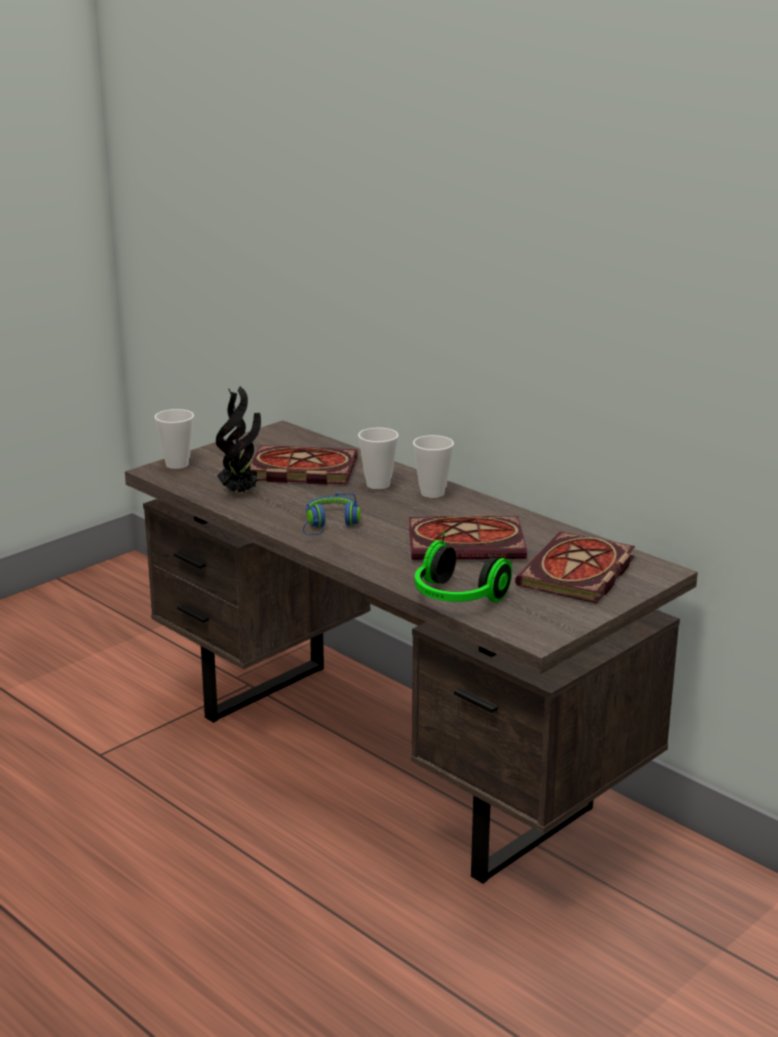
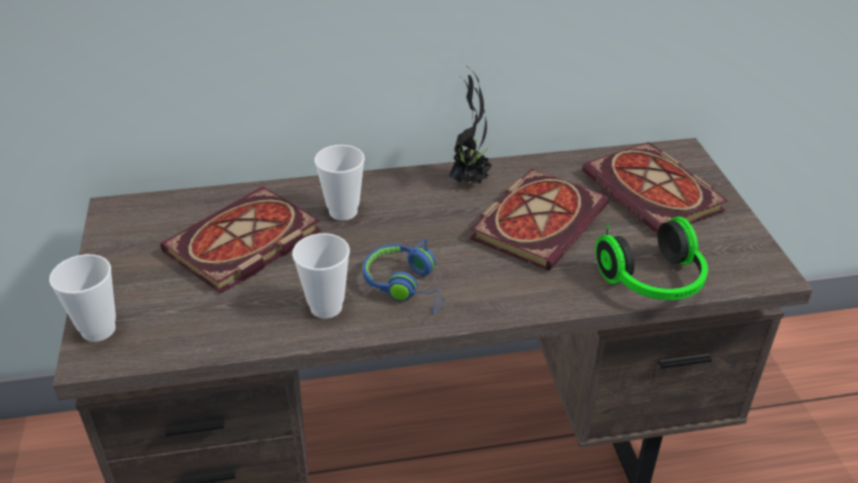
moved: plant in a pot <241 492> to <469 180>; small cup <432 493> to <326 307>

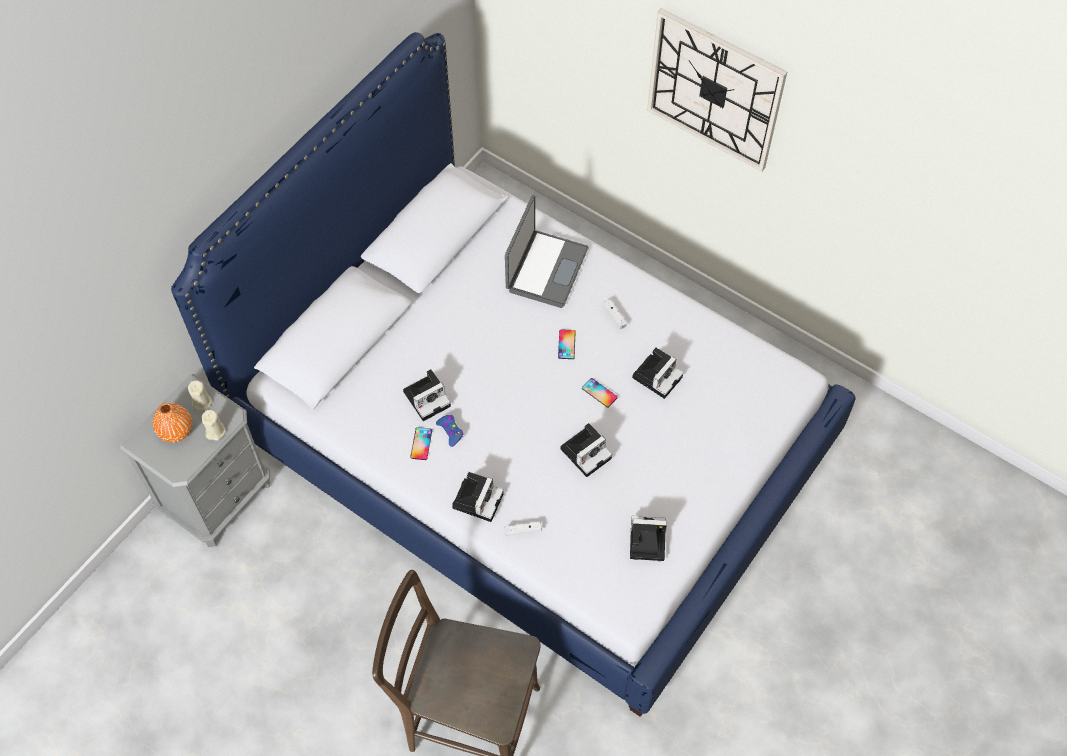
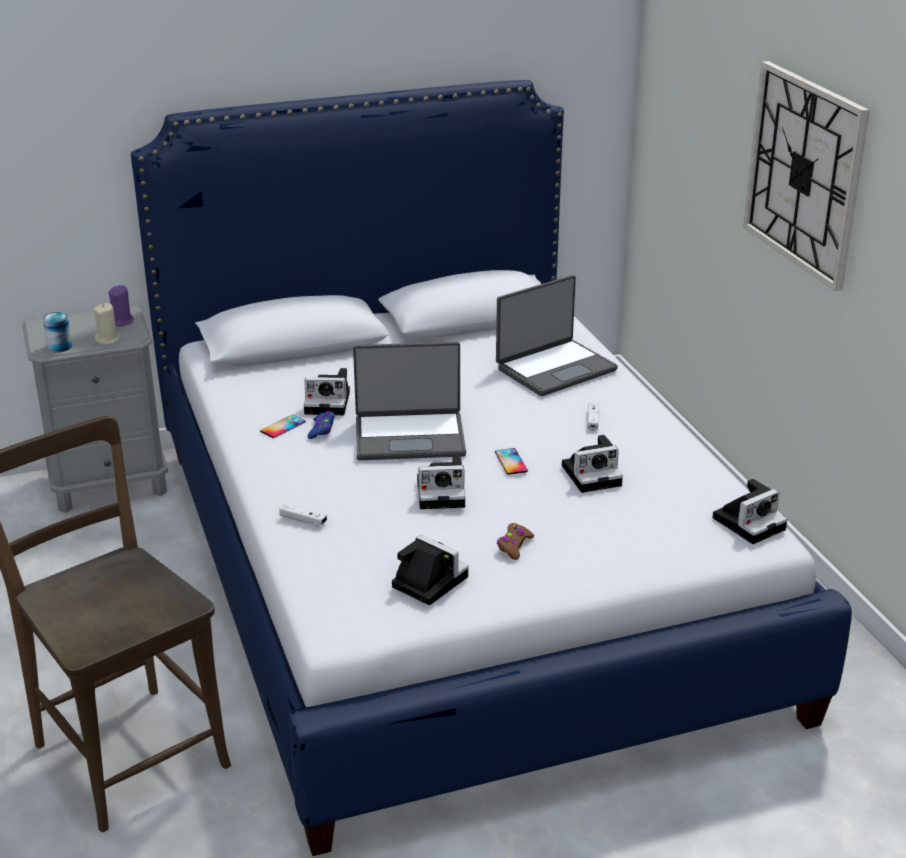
removed: orangey vase <176 431>; phone <566 344>
added: can <59 346>; laptop <410 437>; brown-coloured gamepad <514 546>
moved: still camera <478 499> to <750 522>
recoloured: sand-coloured wax light <201 402> to purple wax light <122 321>

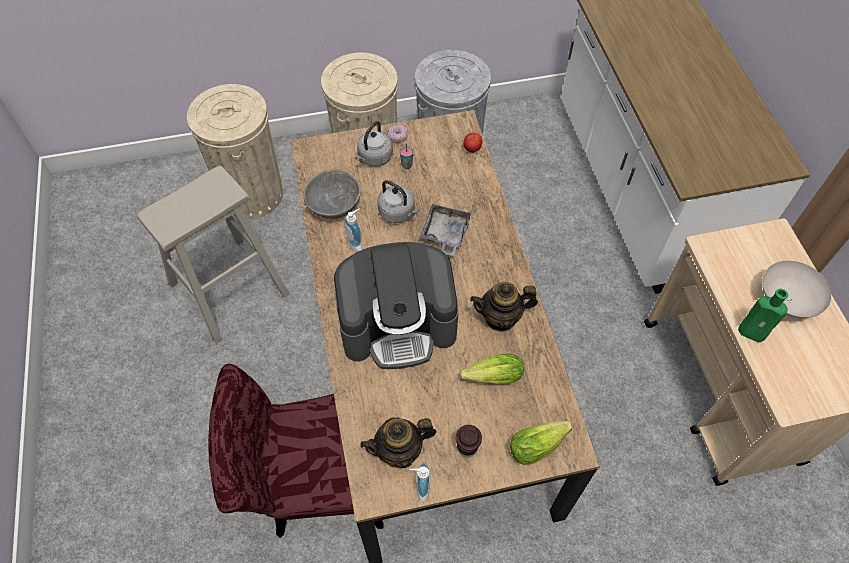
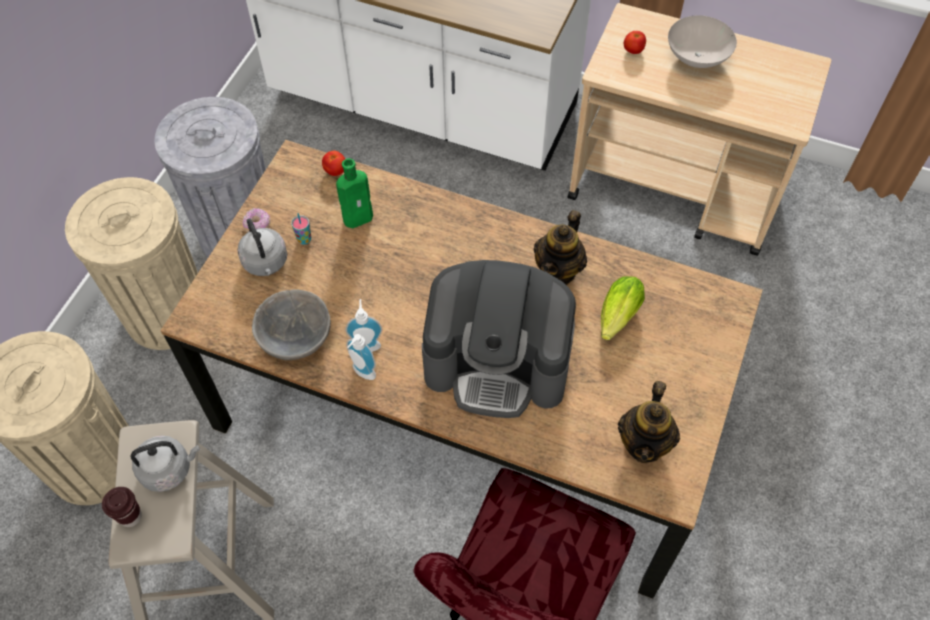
removed: greyish tray <445 234>; lettuce head <540 444>
added: fresh tomato <633 50>
moved: greyish tea kettle <398 213> to <169 469>; soap bottle <420 489> to <362 373>; brown-coloured small cup <467 449> to <130 516>; green-coloured beverage bottle <753 333> to <360 217>
turned: coffee maker <398 324> = <498 362> 75 degrees clockwise

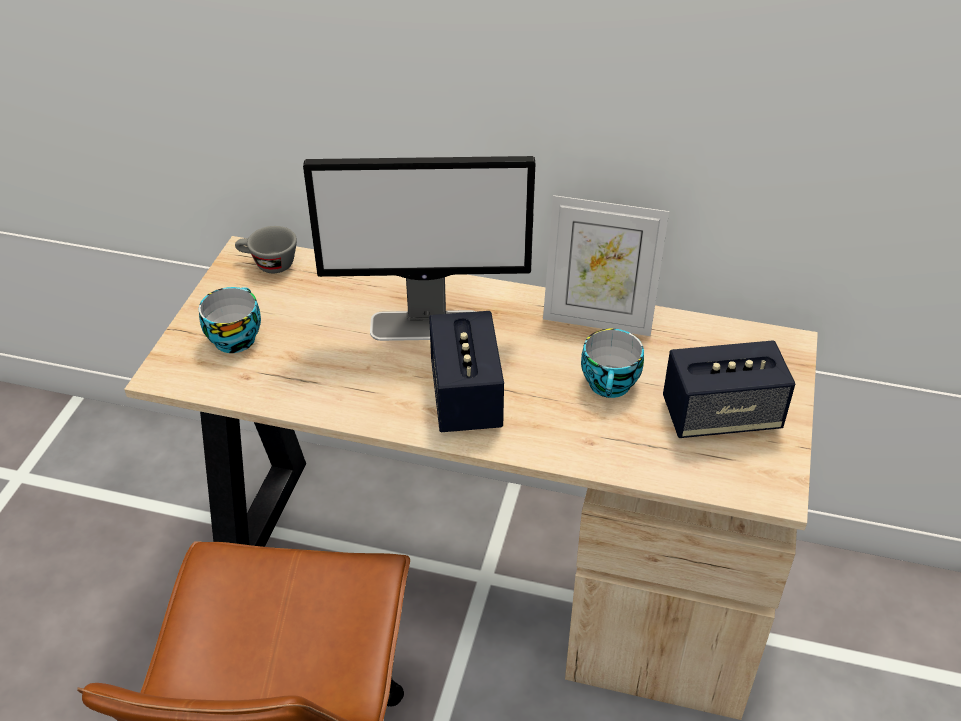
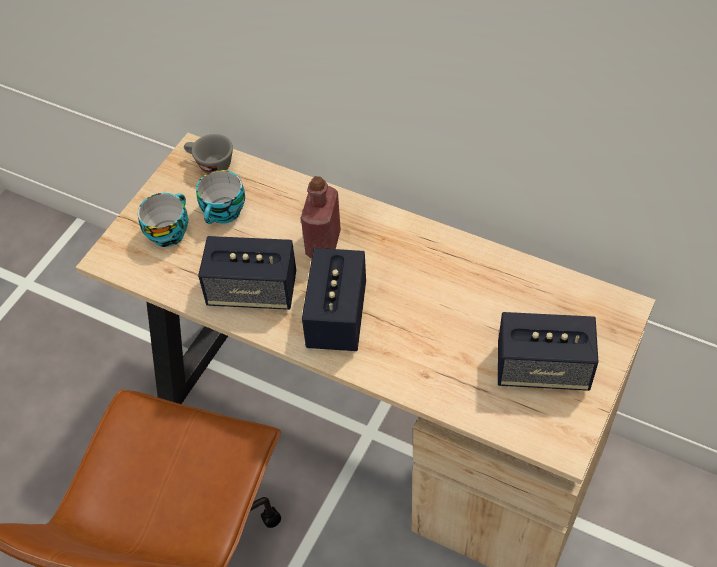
removed: photo frame <598 320>
added: audio speaker <252 291>
moved: small cup <611 385> to <224 213>
replaced: computer screen <427 325> to red beverage bottle <323 243>

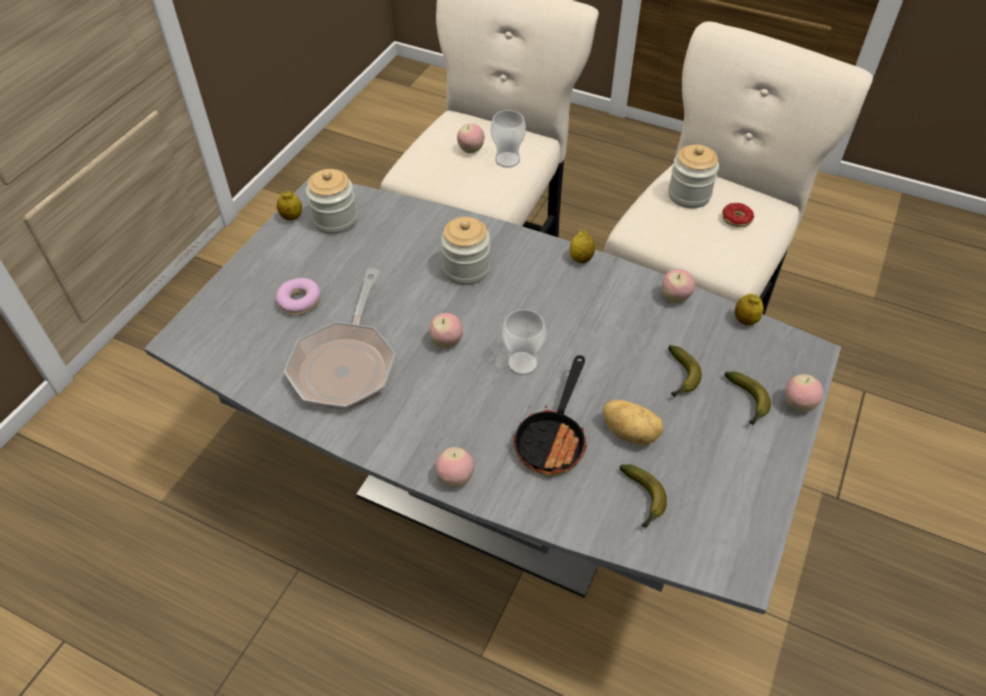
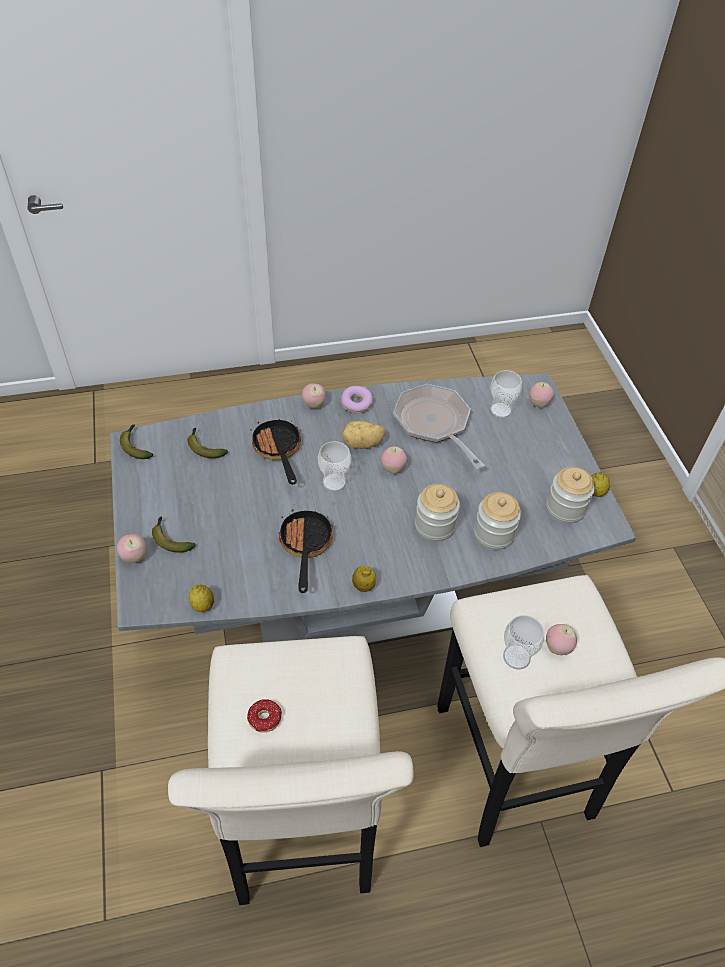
added: frying pan <305 546>; small cup <501 410>
moved: donut <300 301> to <356 403>; whole potato <631 431> to <363 444>; apple fruit <675 297> to <538 404>; jar <689 195> to <493 534>; banana <680 377> to <135 445>

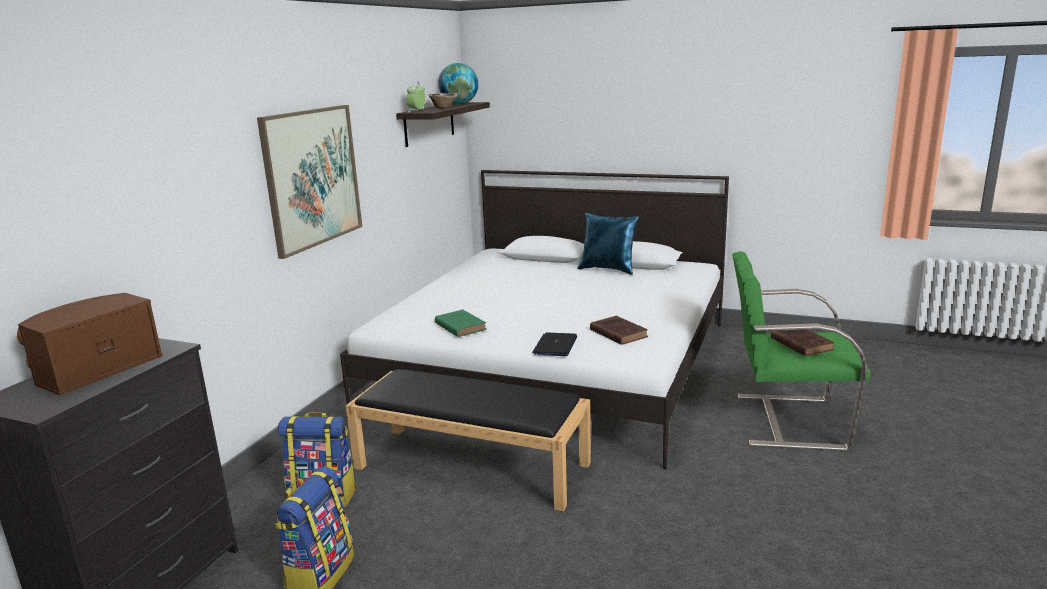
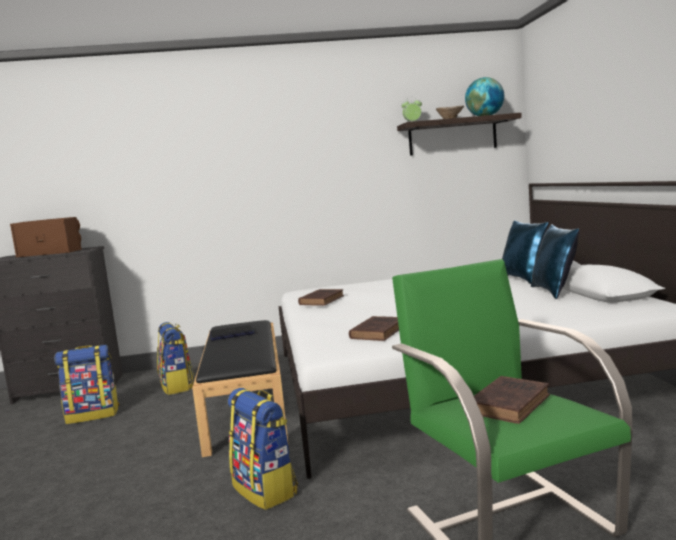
removed: picture <312 177>
added: rucksack <266 490>; blue-coloured cushion <524 279>
moved: laptop <555 345> to <232 334>
recoloured: green-coloured volume <459 326> to brown-coloured volume <322 300>

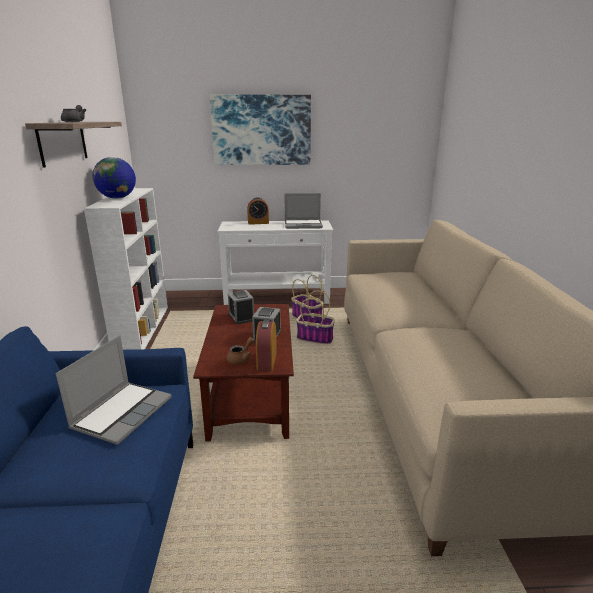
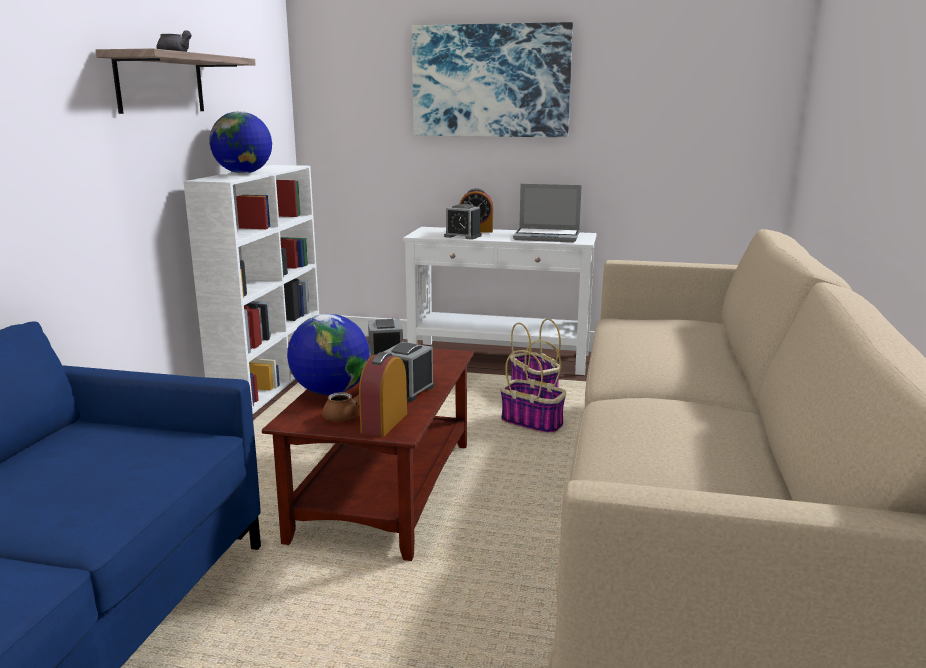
removed: laptop <122 412>
added: desk globe <330 392>; table clock <462 236>

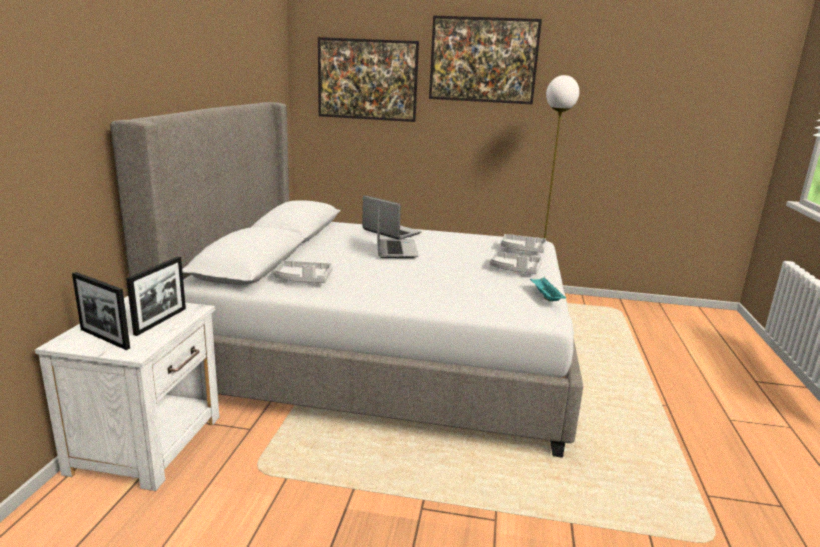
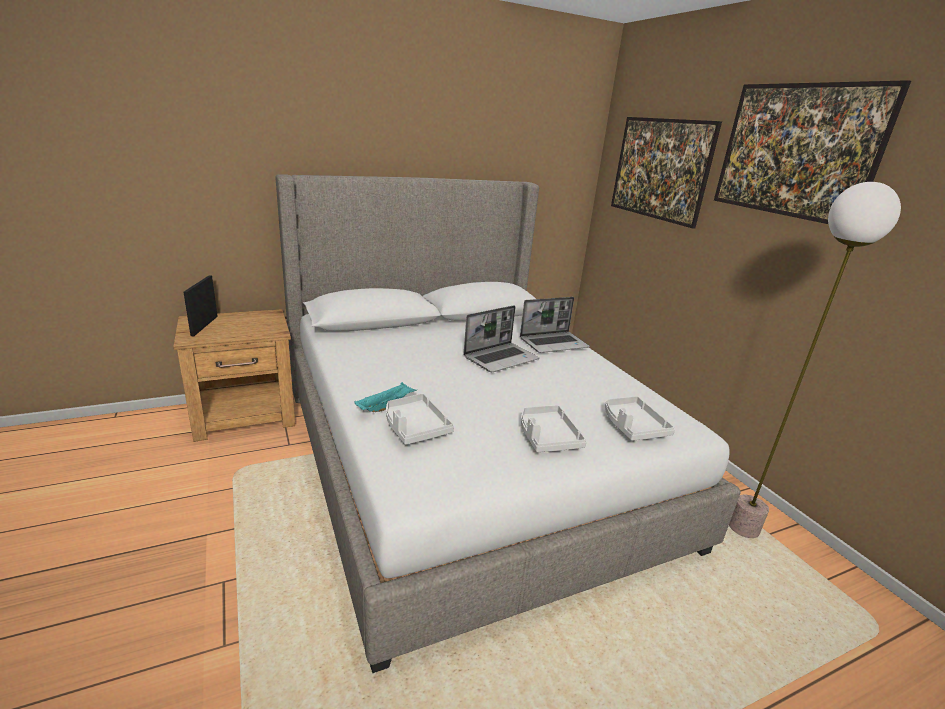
removed: photo frame <161 321>
moved: greyish tray <303 279> to <414 427>; blue-green tray <545 297> to <386 406>
recoloured: white bedside table <149 443> to brown-coloured bedside table <246 415>
turned: laptop <390 232> = <554 343> 60 degrees clockwise

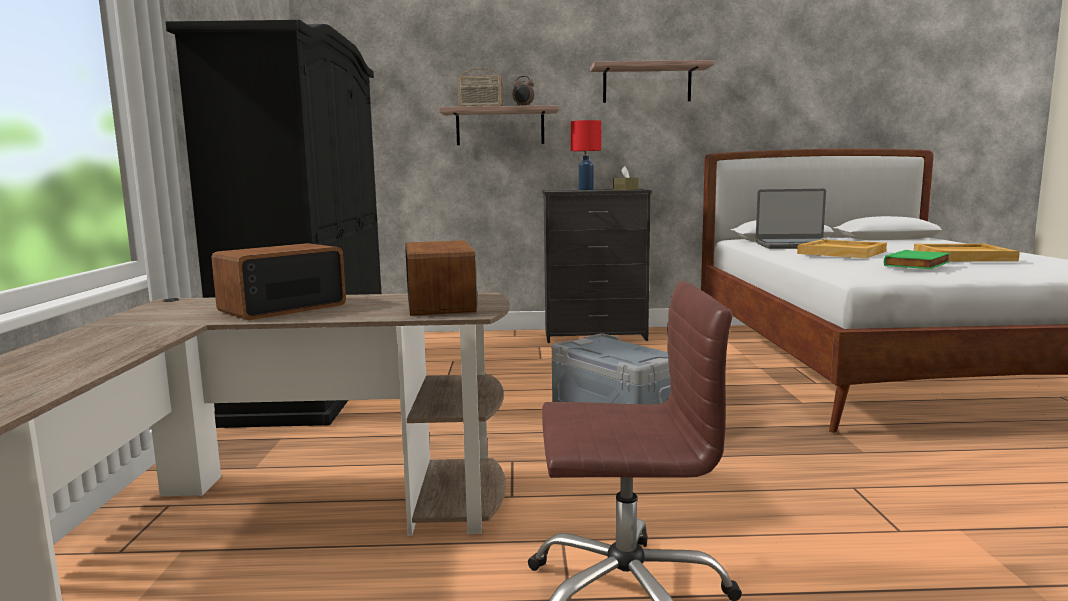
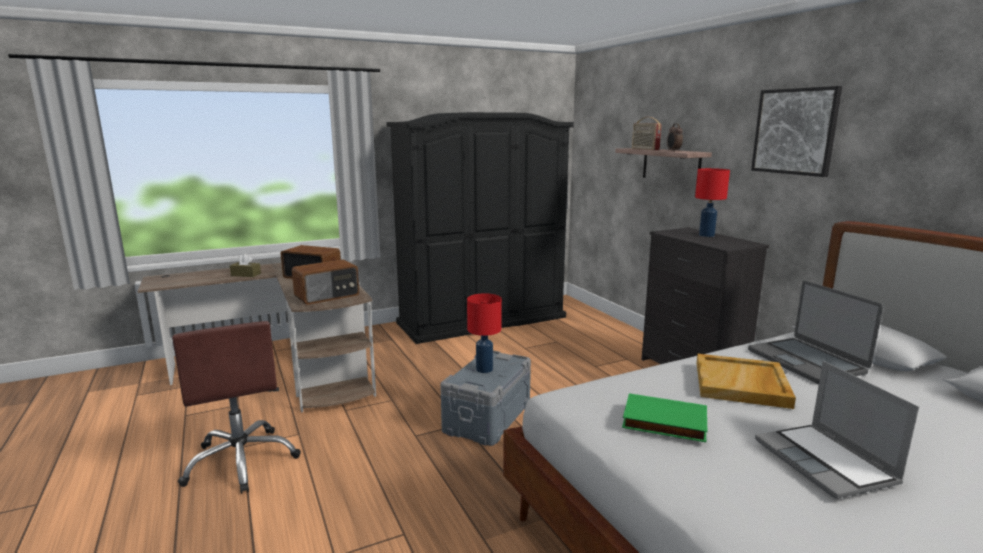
added: red lamp for a table <484 369>
moved: brown-coloured box of tissues <625 189> to <246 274>
replaced: bracket shelf <647 84> to picture <795 131>; sand-coloured tray <963 256> to laptop <826 463>

